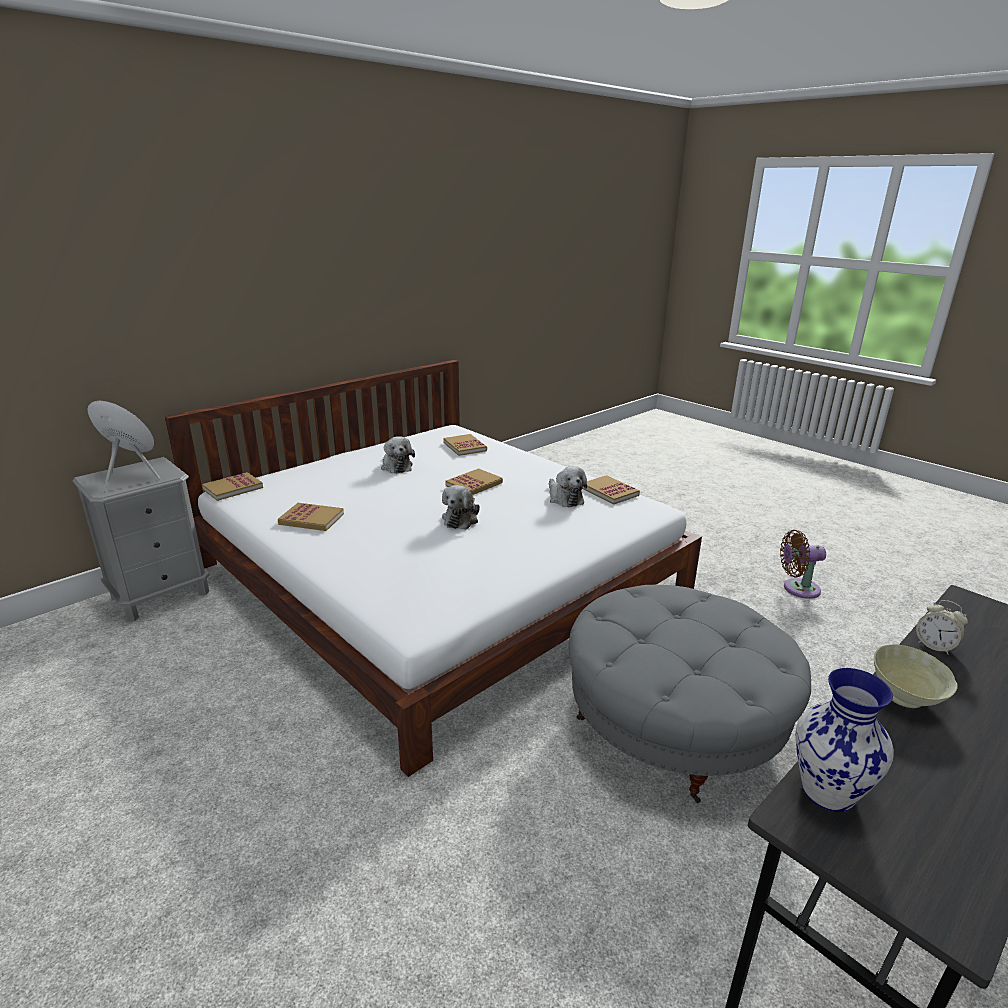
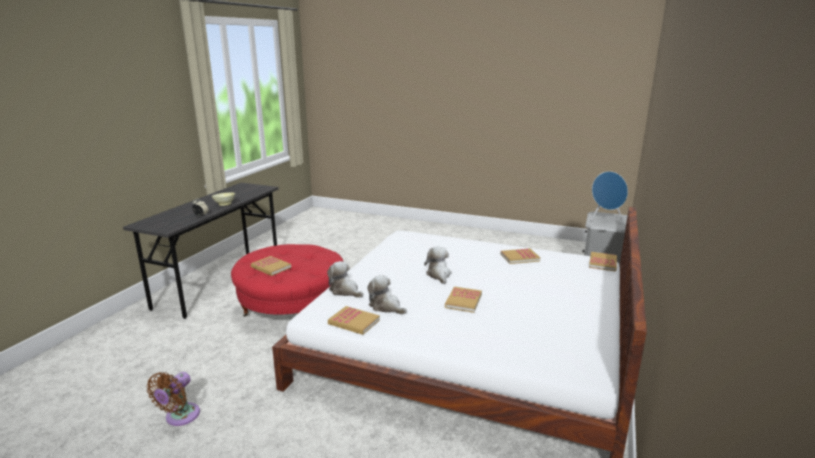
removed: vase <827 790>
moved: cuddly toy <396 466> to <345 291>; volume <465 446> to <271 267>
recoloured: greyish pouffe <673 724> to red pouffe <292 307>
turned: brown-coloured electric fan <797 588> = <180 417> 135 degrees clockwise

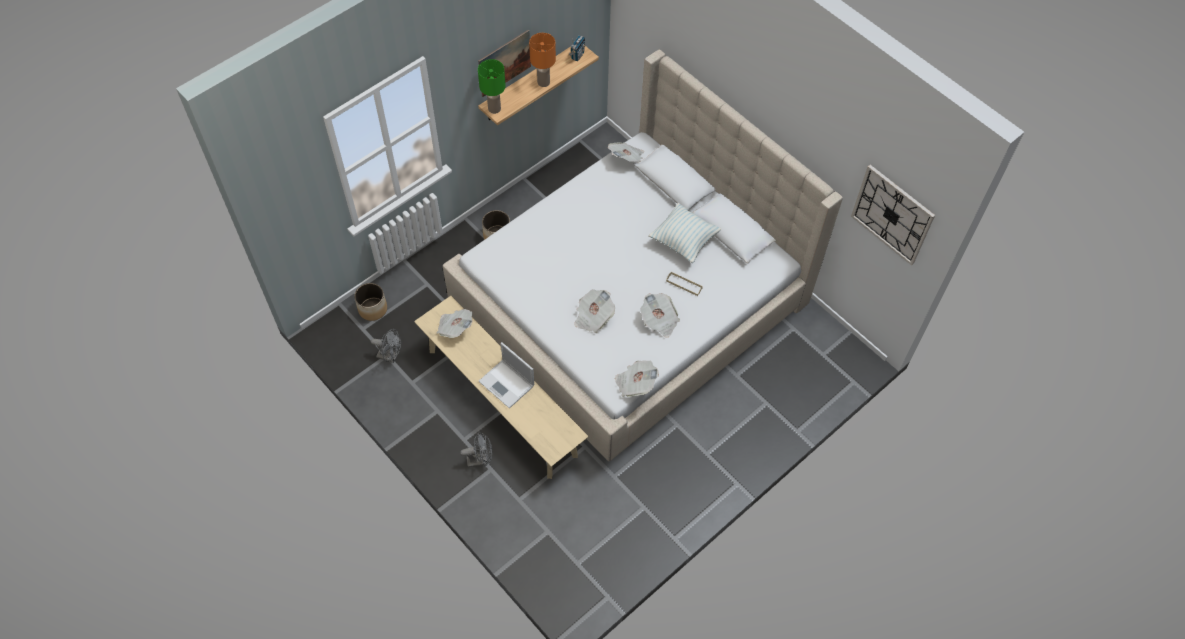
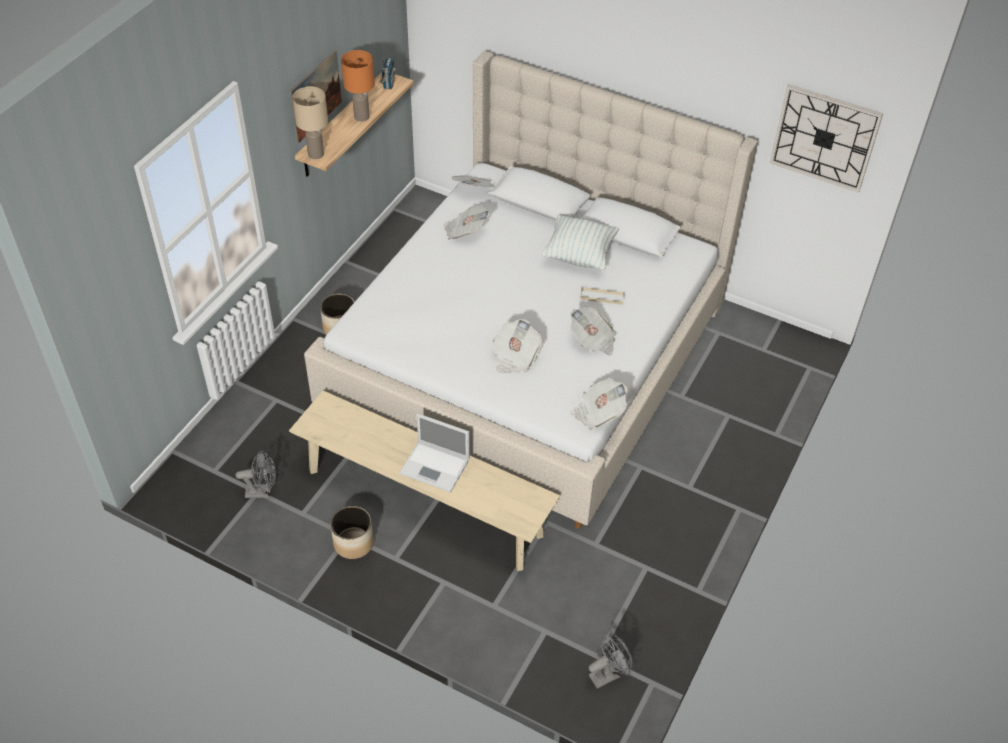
moved: planter <372 309> to <353 543>; printed paper <455 328> to <465 231>; greyish electric fan <480 460> to <608 674>
recoloured: green-coloured lamp for a table <494 108> to sand-coloured lamp for a table <315 154>

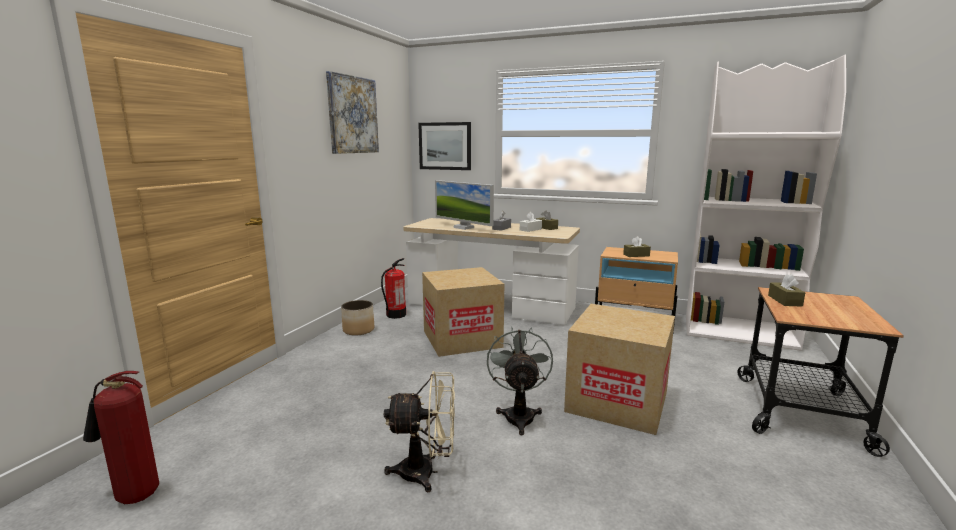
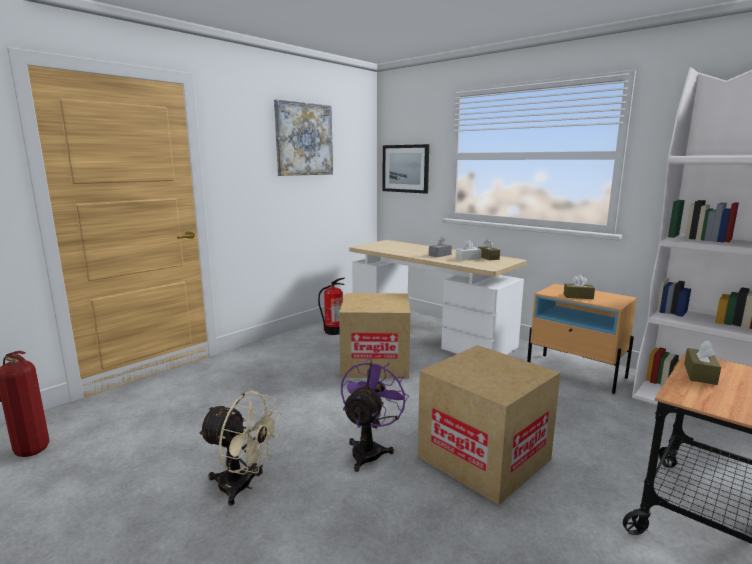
removed: planter <358 330>; computer screen <463 227>
recoloured: greyish electric fan <519 414> to purple electric fan <369 450>

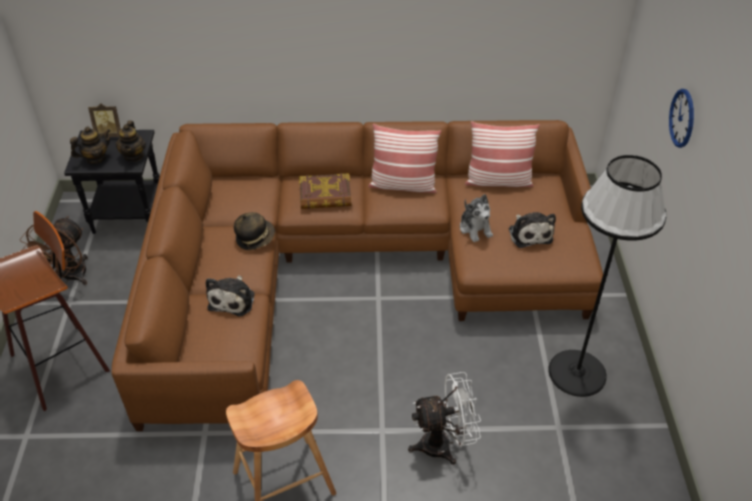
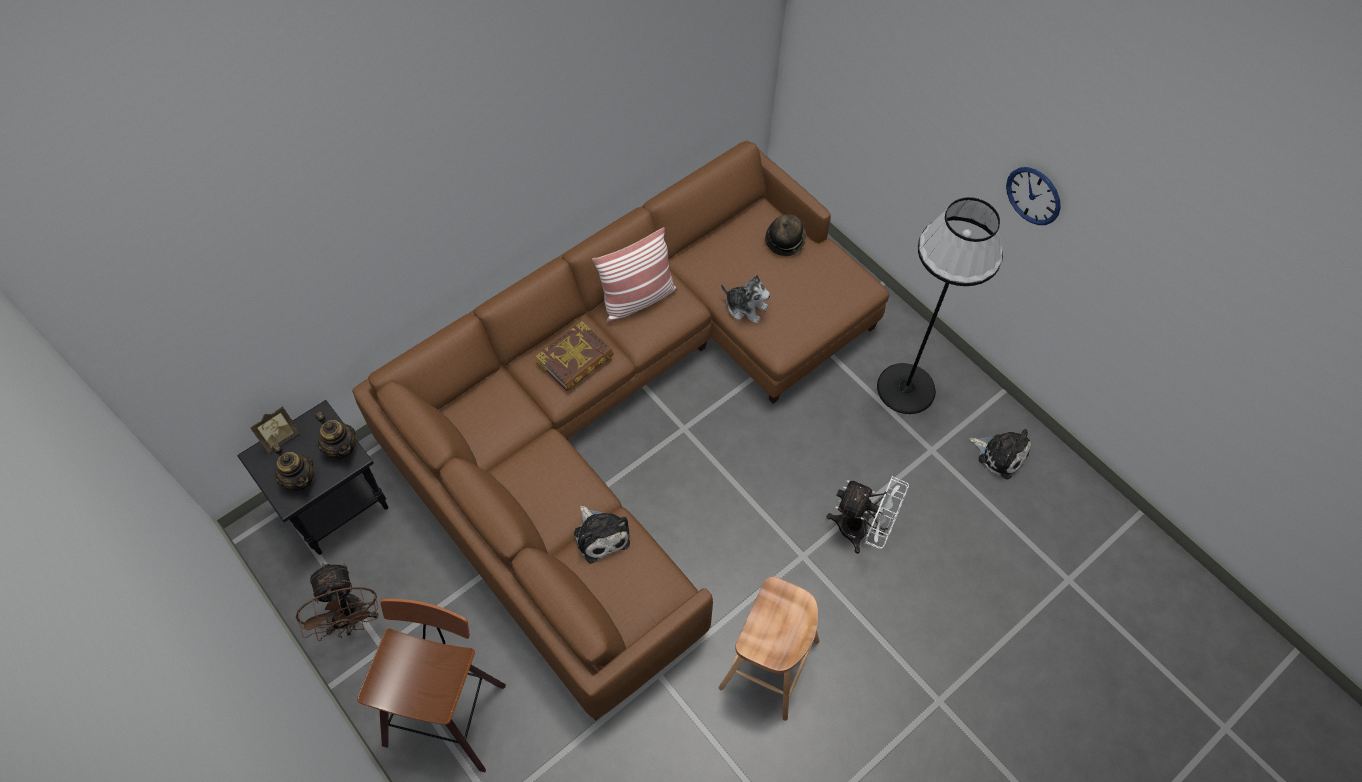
removed: cushion <498 181>
moved: clothing hat <255 238> to <785 240>; cuddly toy <529 233> to <1000 454>; wall clock <682 118> to <1033 195>
turned: tea pot <96 158> = <300 479> 120 degrees clockwise; white electric fan <444 444> = <861 531> 75 degrees clockwise

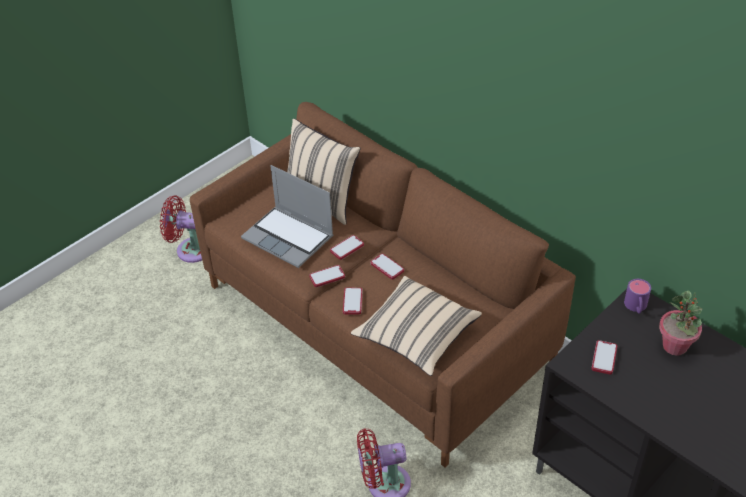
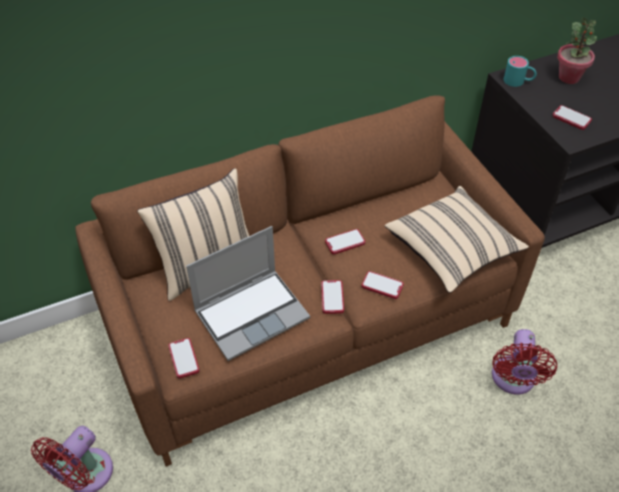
moved: phone <347 248> to <184 358>
recoloured: purple mug <636 307> to blue-green mug <518 81>

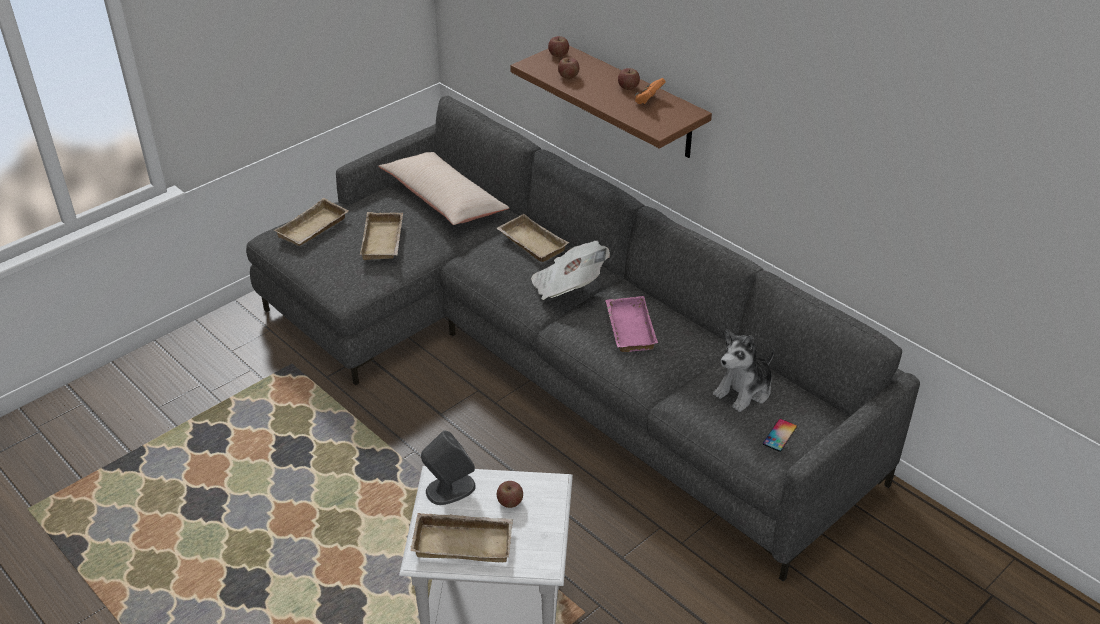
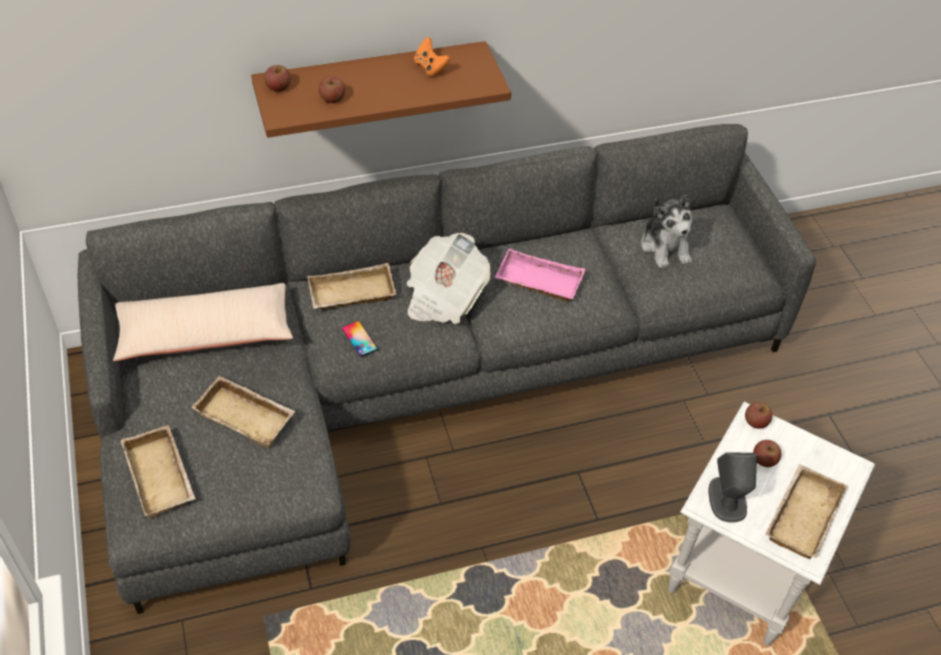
moved: apple fruit <628 87> to <756 422>; phone <779 435> to <359 339>

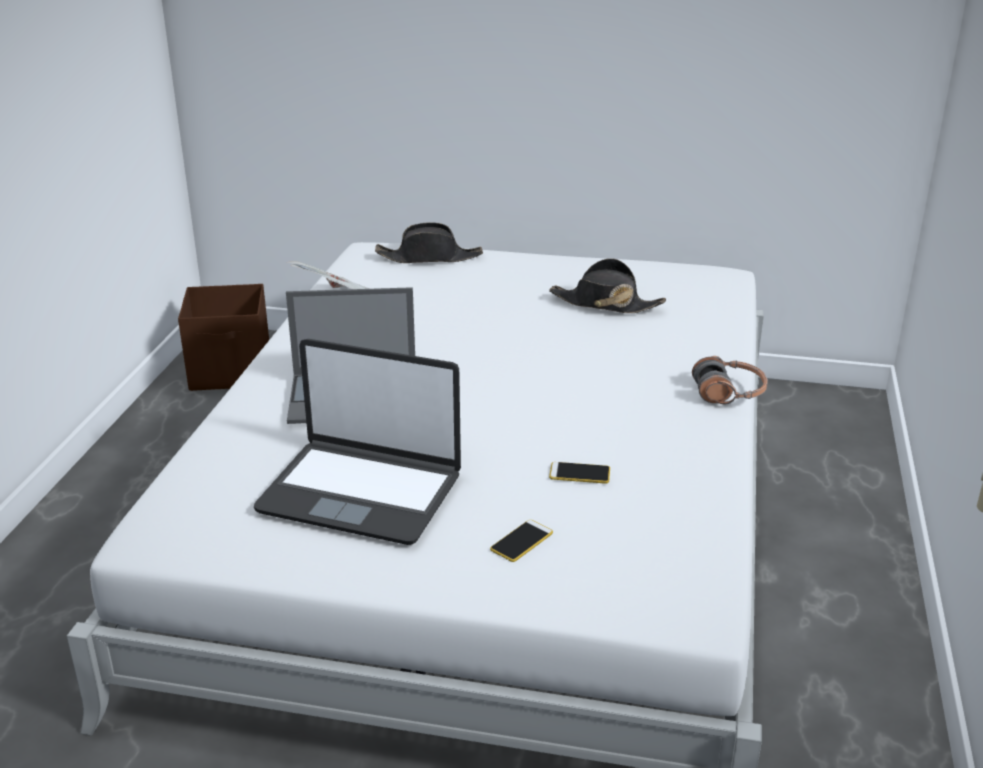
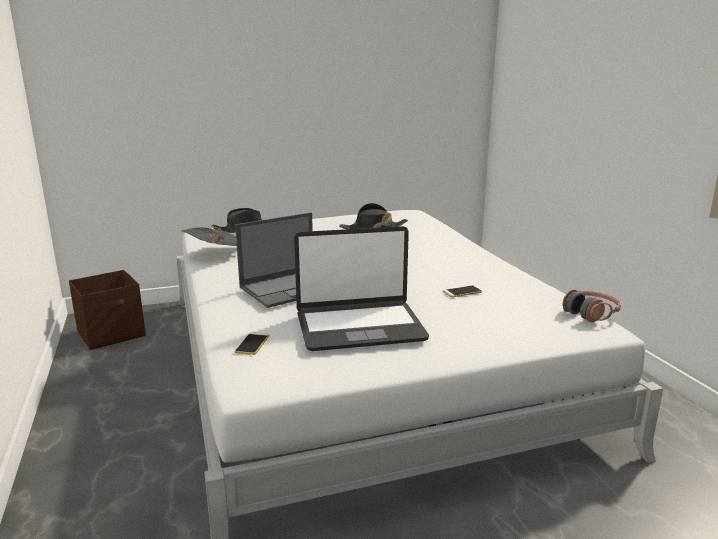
moved: phone <521 541> to <252 344>; headphones <728 393> to <590 313>

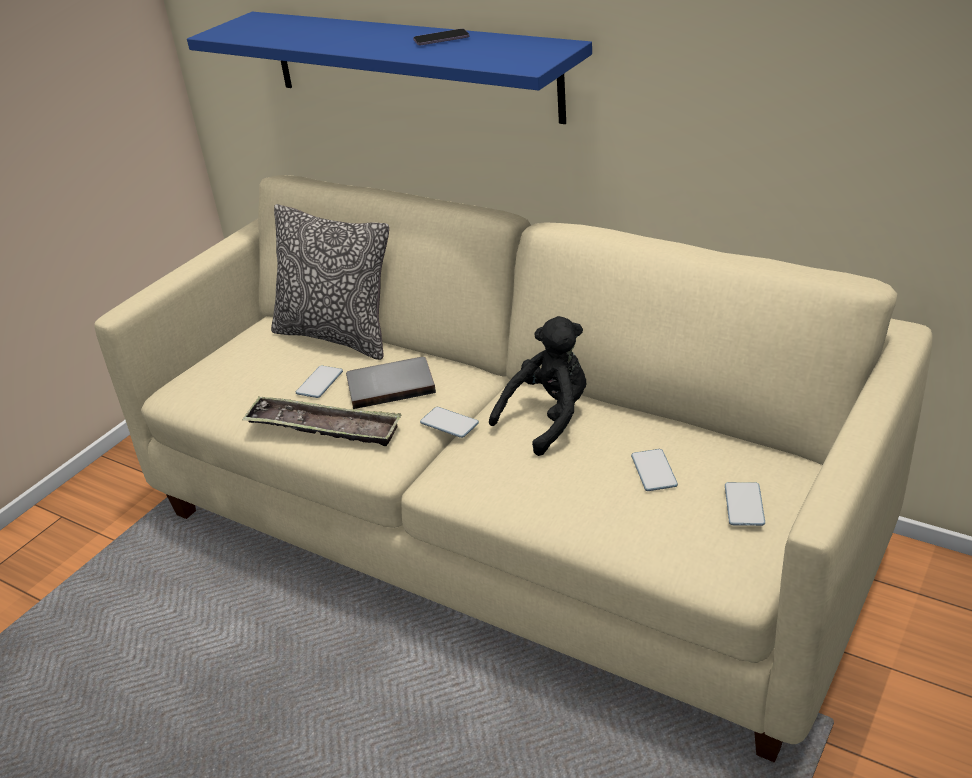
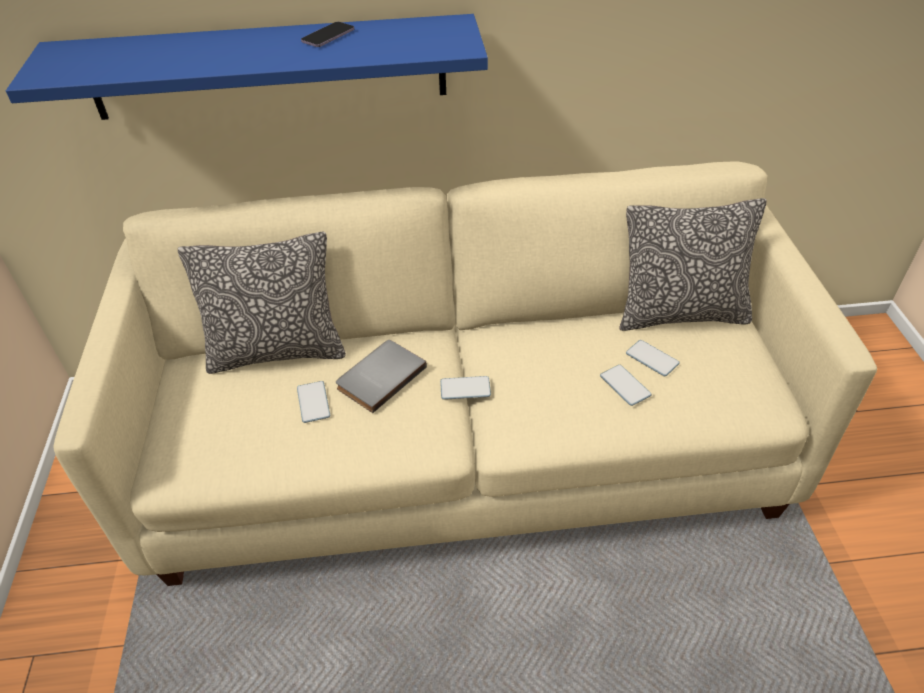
removed: tray <323 428>; black-coloured cuddly toy <548 419>
added: cushion <680 314>
moved: phone <744 505> to <625 386>

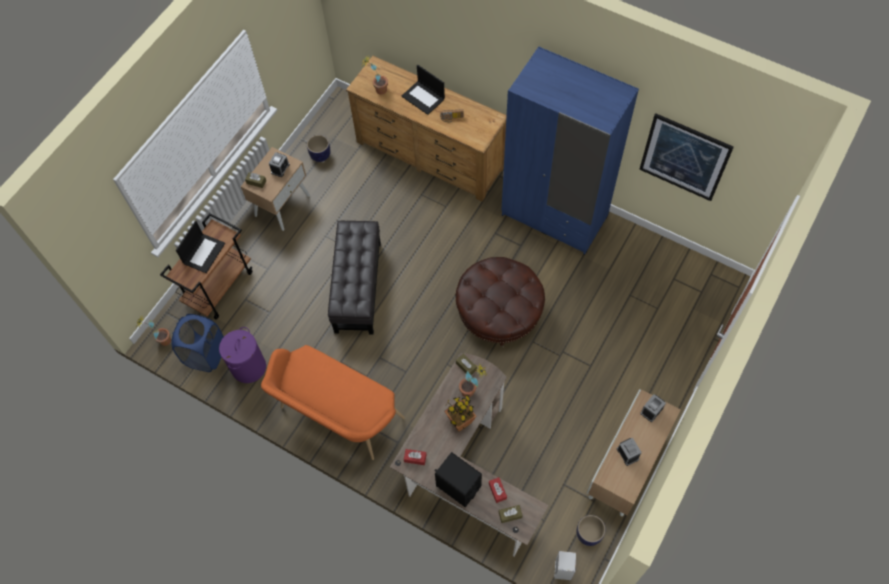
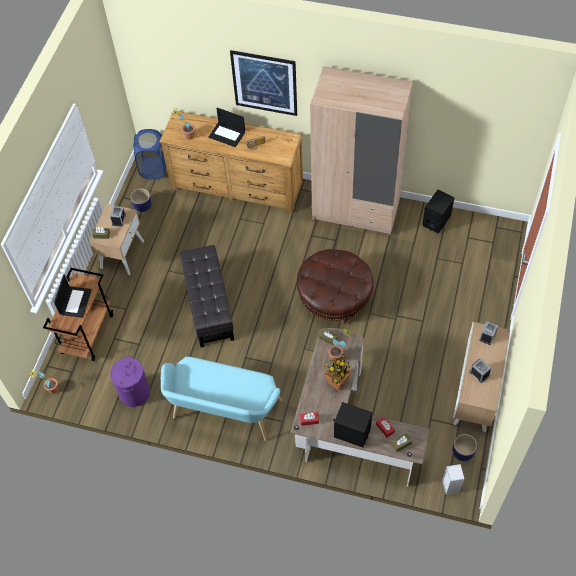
added: black-coloured audio speaker <436 220>
moved: blue-coloured washing basket <206 354> to <153 168>; picture <684 157> to <264 83>
recoloured: orangey indoor bench <337 416> to blue-green indoor bench <224 413>; blue-coloured wardrobe <554 215> to sand-coloured wardrobe <356 210>

